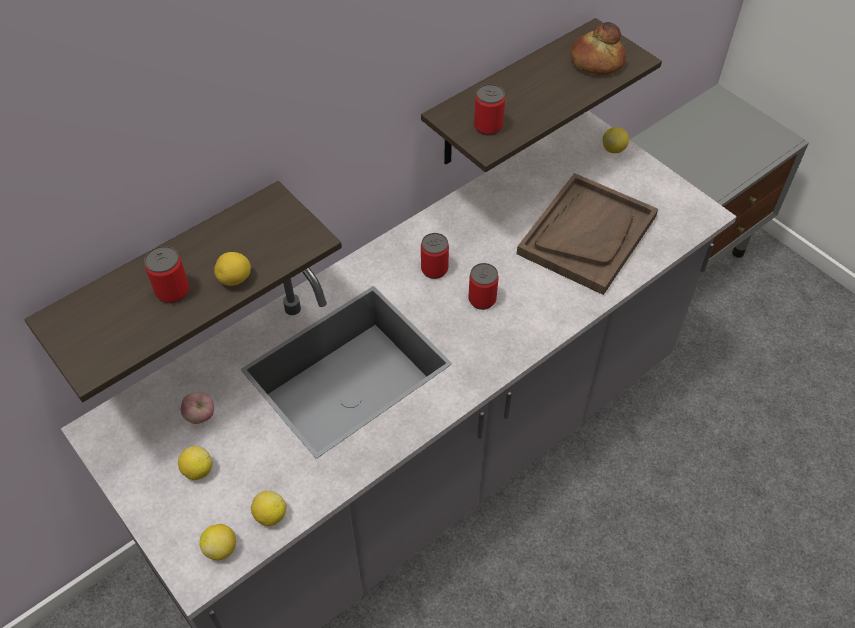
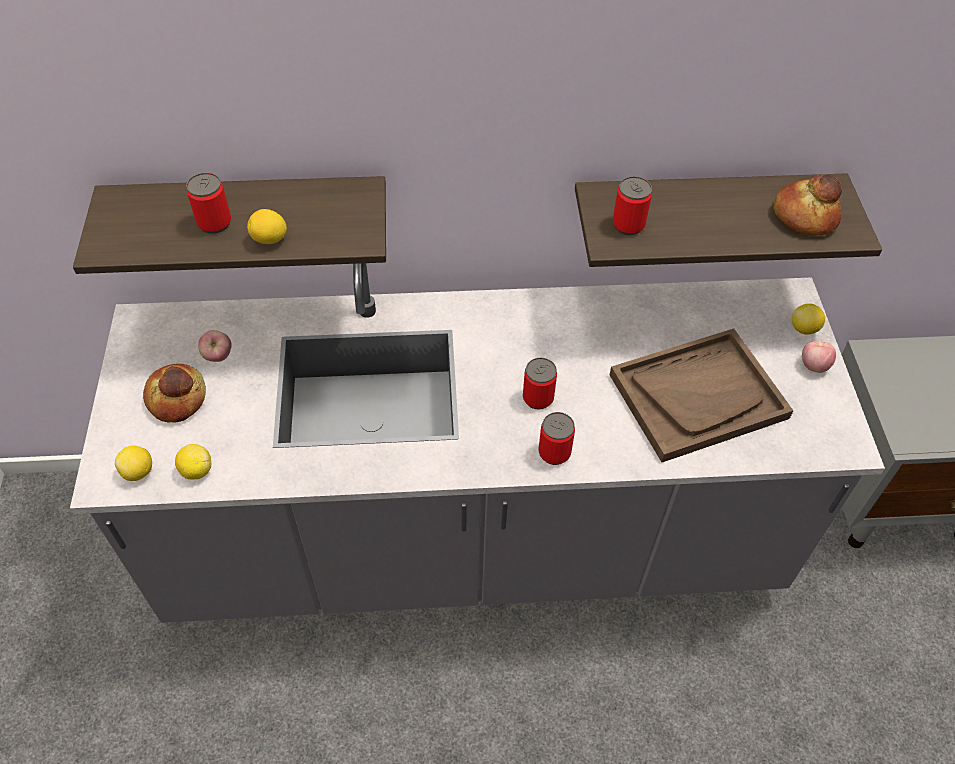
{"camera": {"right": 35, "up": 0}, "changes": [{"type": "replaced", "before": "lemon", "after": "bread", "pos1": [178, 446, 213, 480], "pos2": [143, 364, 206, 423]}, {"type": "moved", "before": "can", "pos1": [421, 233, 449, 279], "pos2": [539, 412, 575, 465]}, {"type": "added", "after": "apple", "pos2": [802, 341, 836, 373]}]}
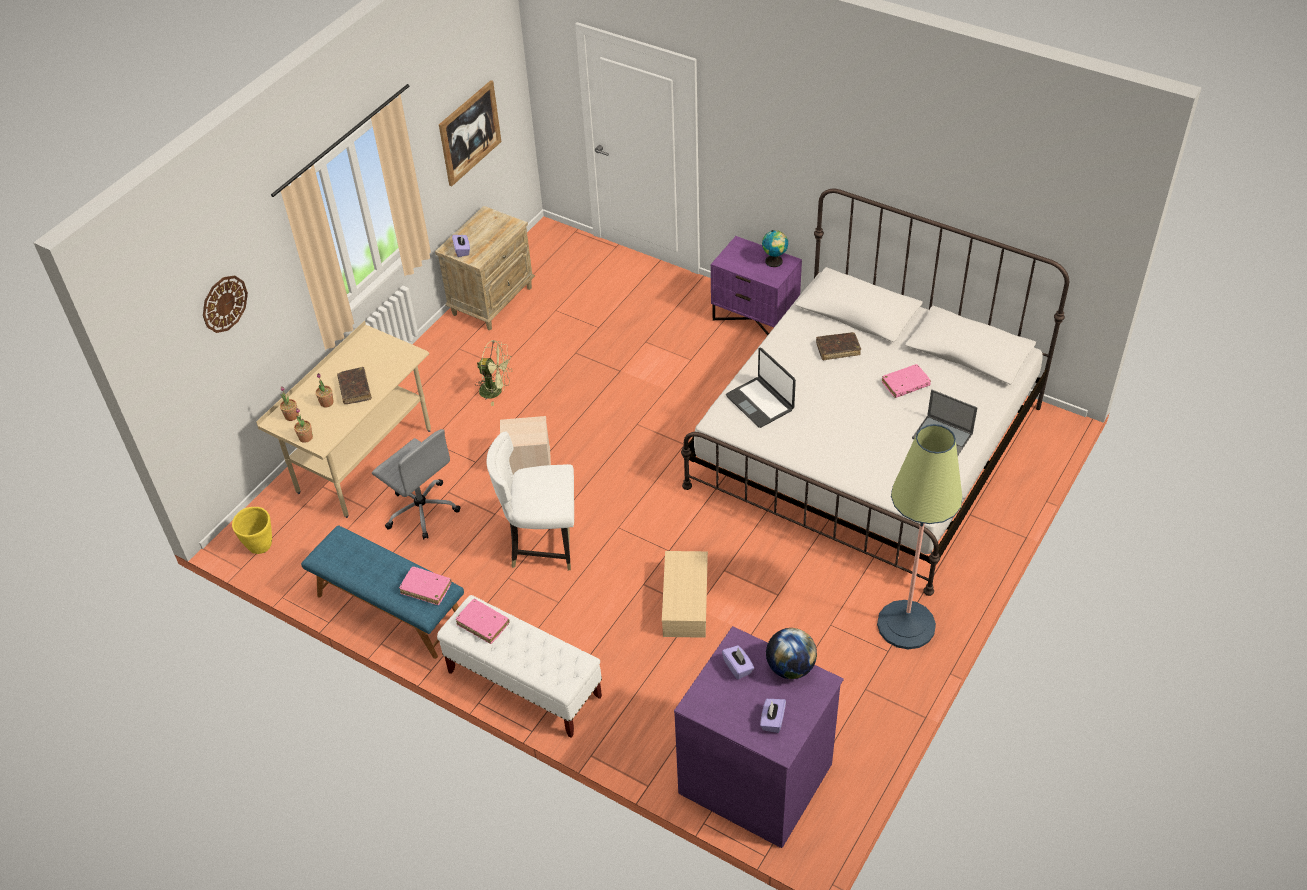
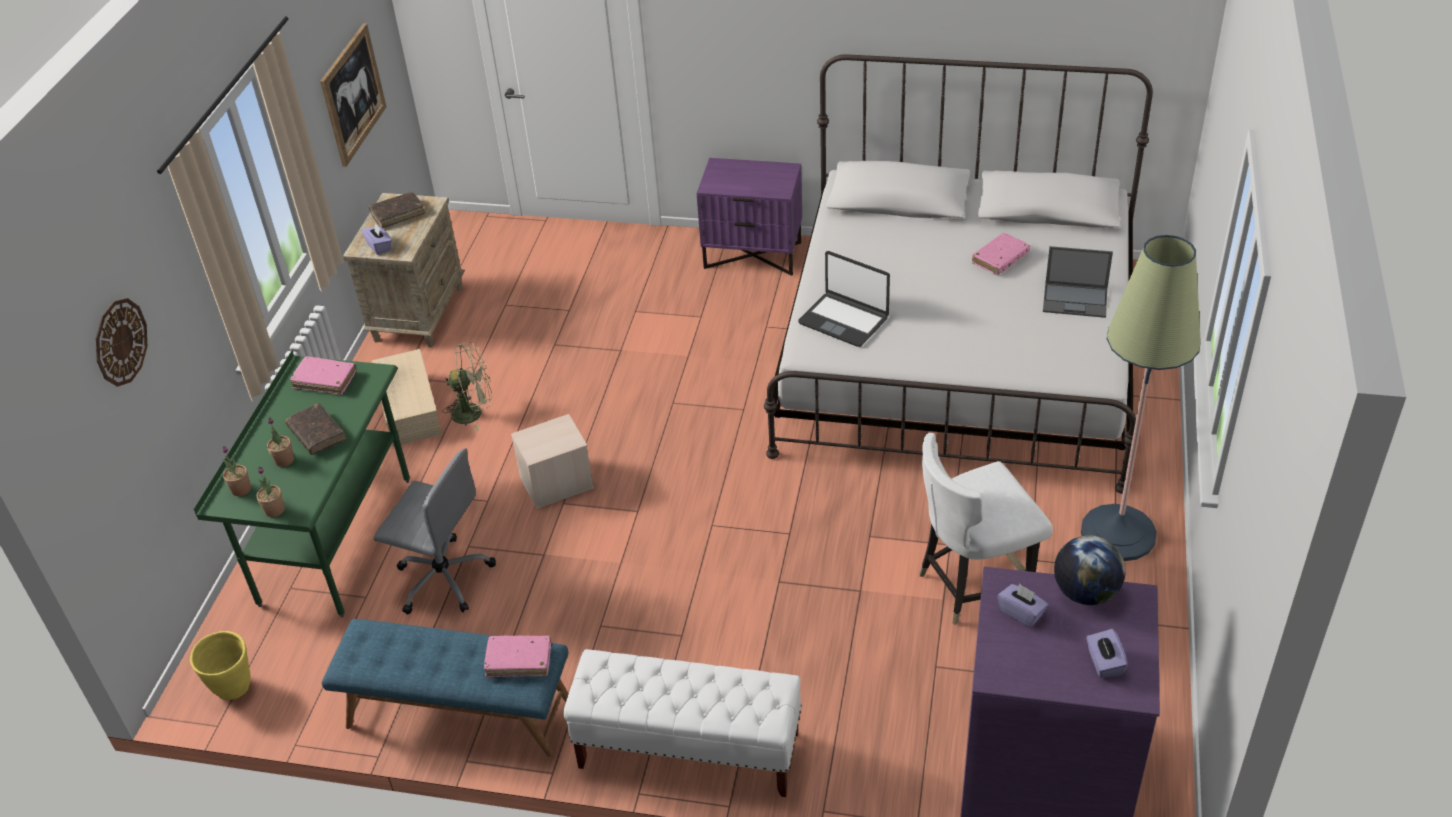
{"camera": {"right": -20, "up": -5}, "changes": [{"type": "recoloured", "before": "desk (beige)", "after": "desk (green)", "pos1": [256, 321, 431, 518], "pos2": [194, 350, 410, 617]}, {"type": "moved", "before": "book (pink)", "pos1": [456, 599, 510, 644], "pos2": [290, 356, 356, 395]}, {"type": "moved", "before": "chair (white)", "pos1": [487, 431, 574, 570], "pos2": [919, 433, 1053, 625]}, {"type": "moved", "before": "storage box (beige)", "pos1": [662, 551, 708, 638], "pos2": [372, 349, 442, 447]}, {"type": "removed", "before": "globe", "pos1": [762, 230, 788, 267]}, {"type": "moved", "before": "book (brown)", "pos1": [816, 332, 861, 360], "pos2": [368, 192, 425, 228]}]}
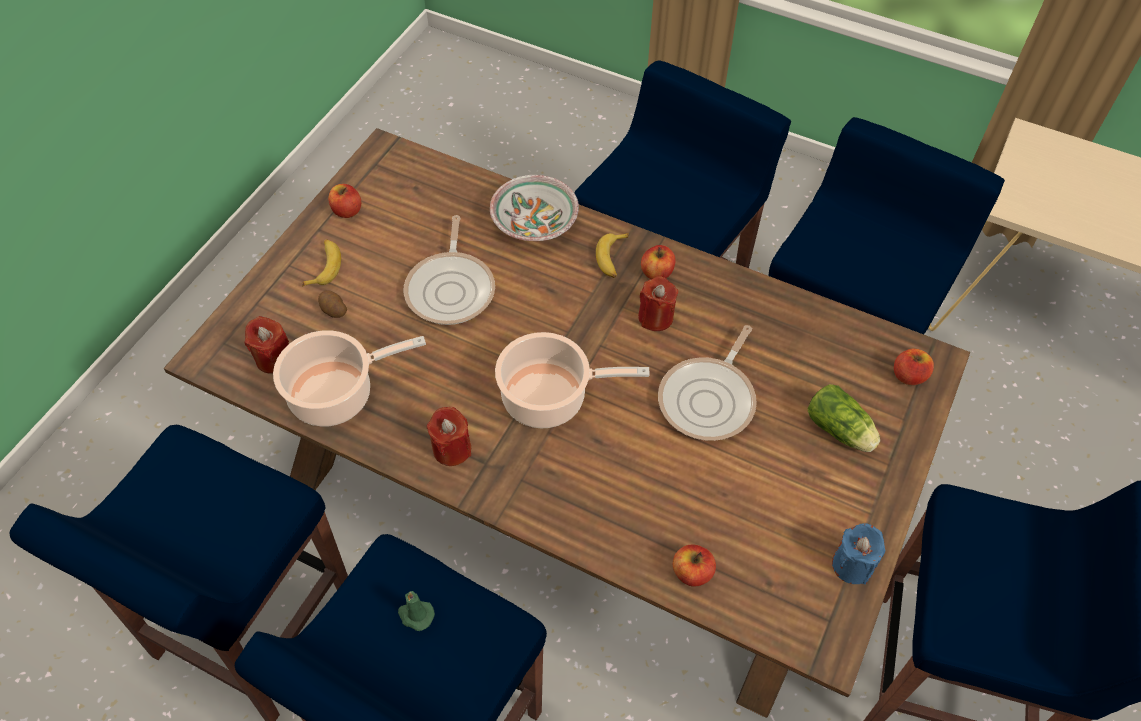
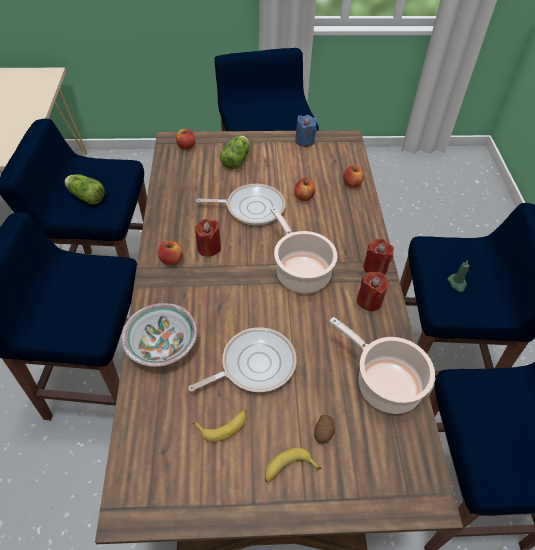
{"camera": {"right": -120, "up": -5}, "changes": [{"type": "moved", "before": "candle (red)", "pos1": [244, 316, 289, 374], "pos2": [363, 239, 394, 275]}, {"type": "moved", "before": "apple", "pos1": [328, 184, 361, 218], "pos2": [294, 178, 315, 201]}, {"type": "moved", "before": "banana", "pos1": [596, 233, 628, 278], "pos2": [193, 410, 247, 442]}, {"type": "added", "after": "lettuce", "pos2": [64, 174, 105, 204]}]}
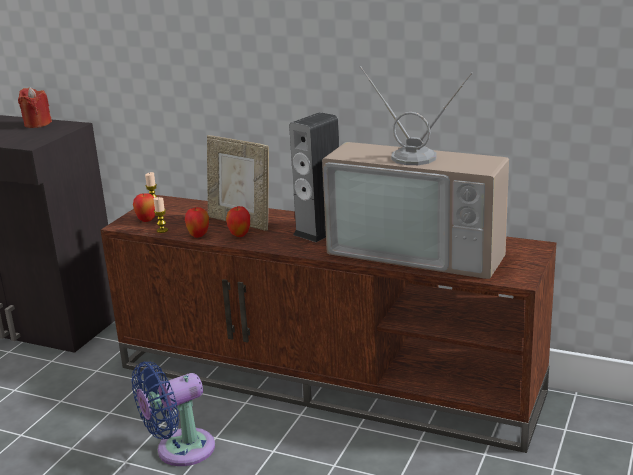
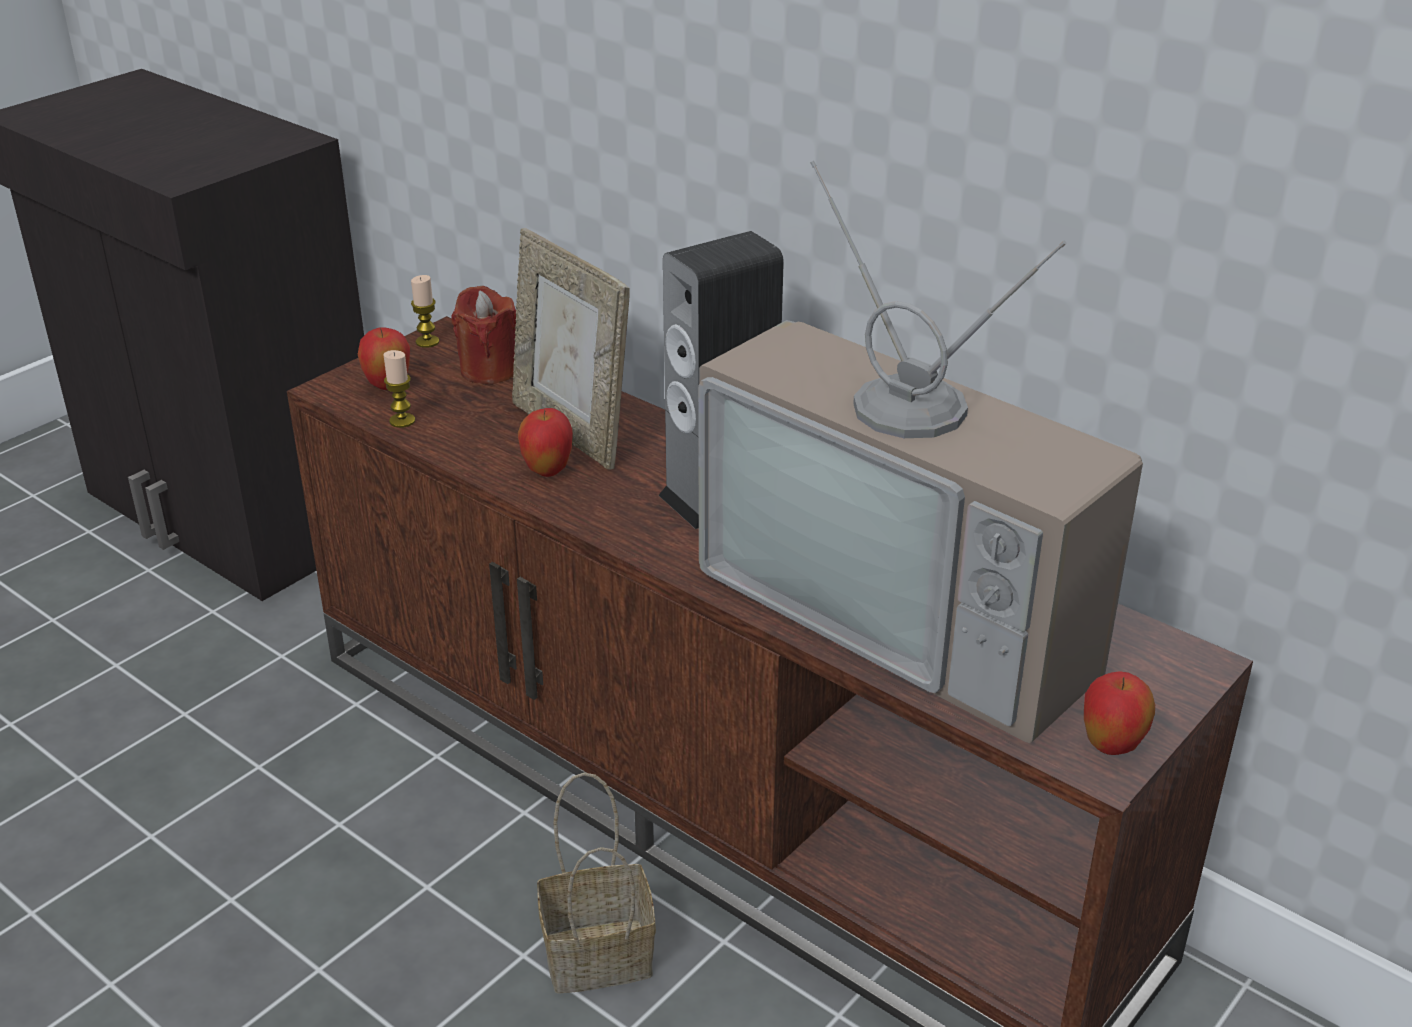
{"camera": {"right": 15, "up": 10}, "changes": [{"type": "moved", "before": "candle (red)", "pos1": [18, 87, 52, 128], "pos2": [451, 286, 516, 384]}, {"type": "removed", "before": "fan (blue)", "pos1": [131, 362, 215, 466]}, {"type": "moved", "before": "apple", "pos1": [185, 207, 209, 238], "pos2": [1084, 671, 1155, 755]}, {"type": "added", "after": "basket", "pos2": [537, 773, 656, 994]}]}
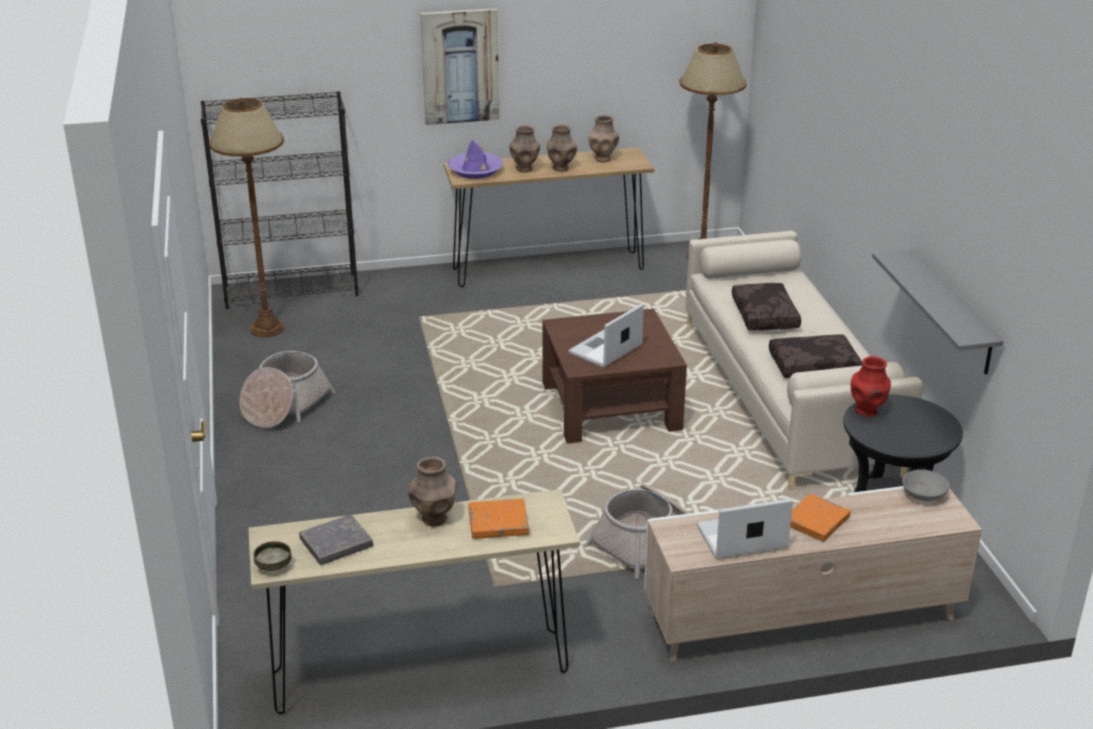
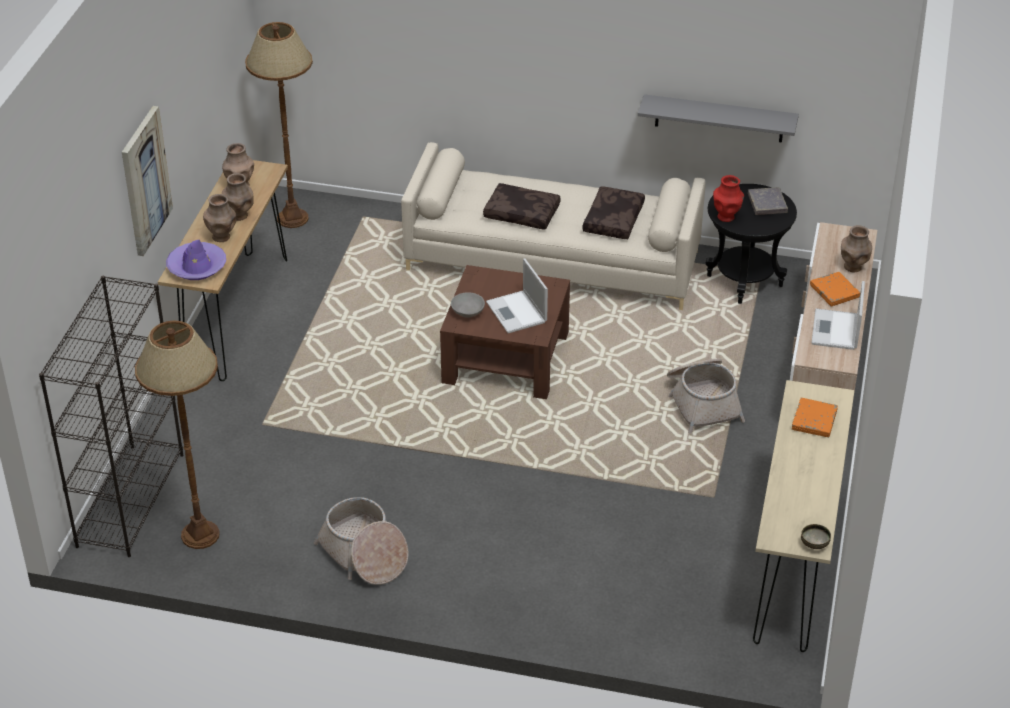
{"camera": {"right": -65, "up": 10}, "changes": [{"type": "moved", "before": "book (grey)", "pos1": [299, 514, 373, 565], "pos2": [748, 187, 788, 215]}, {"type": "moved", "before": "vase (brown)", "pos1": [408, 457, 456, 526], "pos2": [841, 225, 872, 272]}, {"type": "moved", "before": "bowl (grey)", "pos1": [902, 469, 950, 501], "pos2": [451, 292, 485, 318]}]}
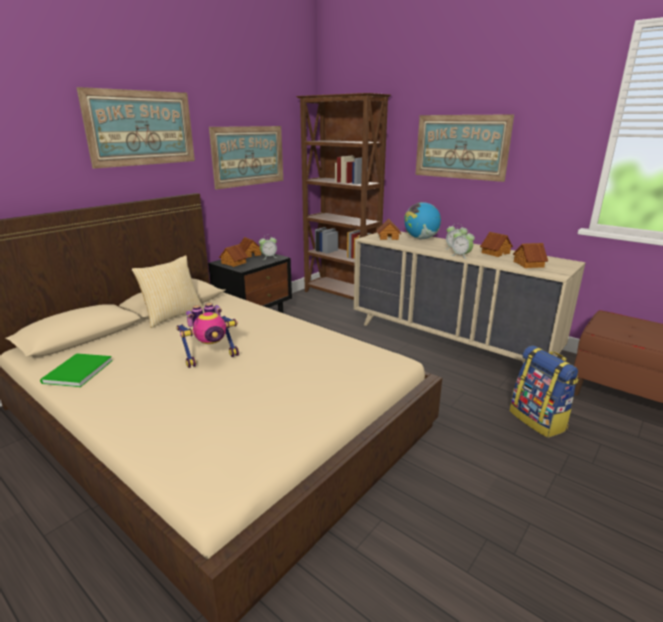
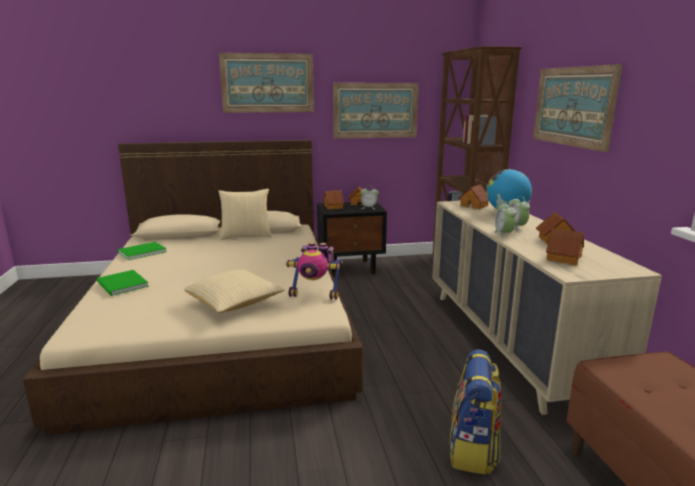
{"camera": {"right": 40, "up": -5}, "changes": [{"type": "moved", "before": "toy robot", "pos1": [176, 303, 239, 368], "pos2": [286, 242, 342, 300]}, {"type": "added", "after": "book (green)", "pos2": [97, 270, 149, 296]}, {"type": "added", "after": "pillow", "pos2": [184, 269, 285, 313]}]}
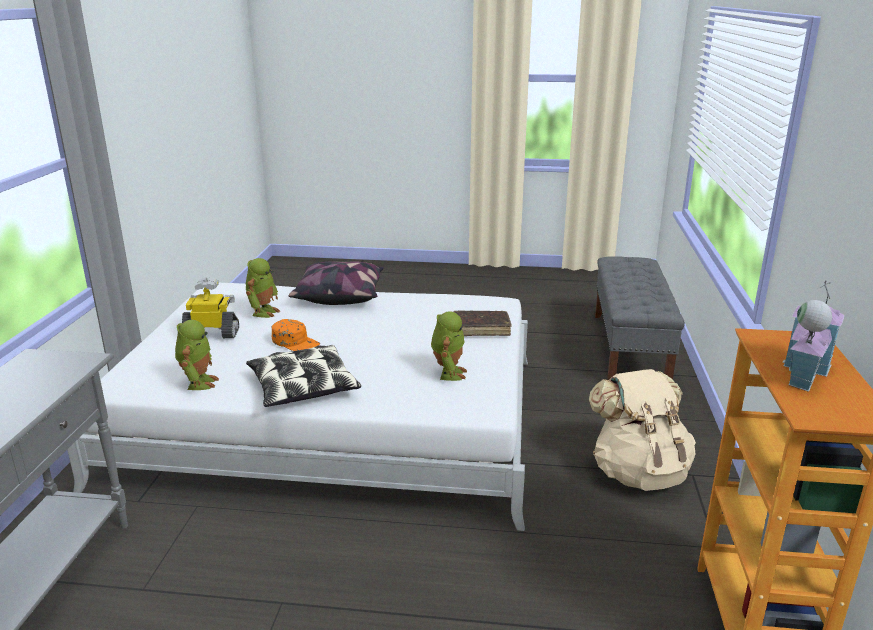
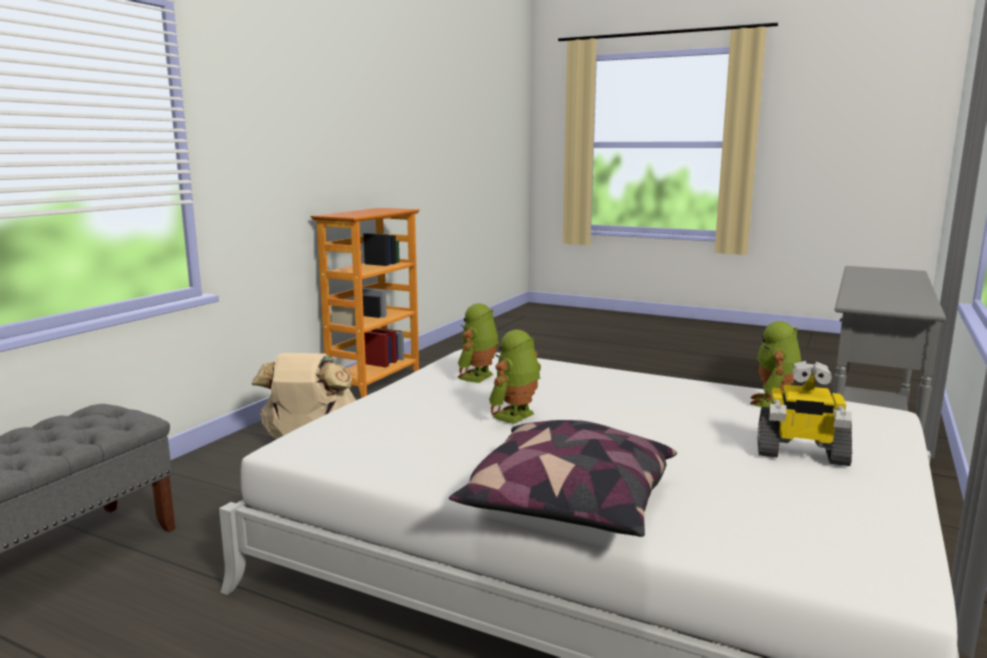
{"camera": {"right": -160, "up": -10}, "changes": [{"type": "moved", "before": "toy robot", "pos1": [246, 258, 280, 318], "pos2": [489, 330, 541, 424]}, {"type": "removed", "before": "pillow", "pos1": [246, 345, 361, 407]}, {"type": "removed", "before": "cap (orange)", "pos1": [272, 319, 320, 351]}, {"type": "removed", "before": "book (brown)", "pos1": [453, 311, 512, 336]}, {"type": "removed", "before": "toy house", "pos1": [783, 280, 844, 392]}]}
